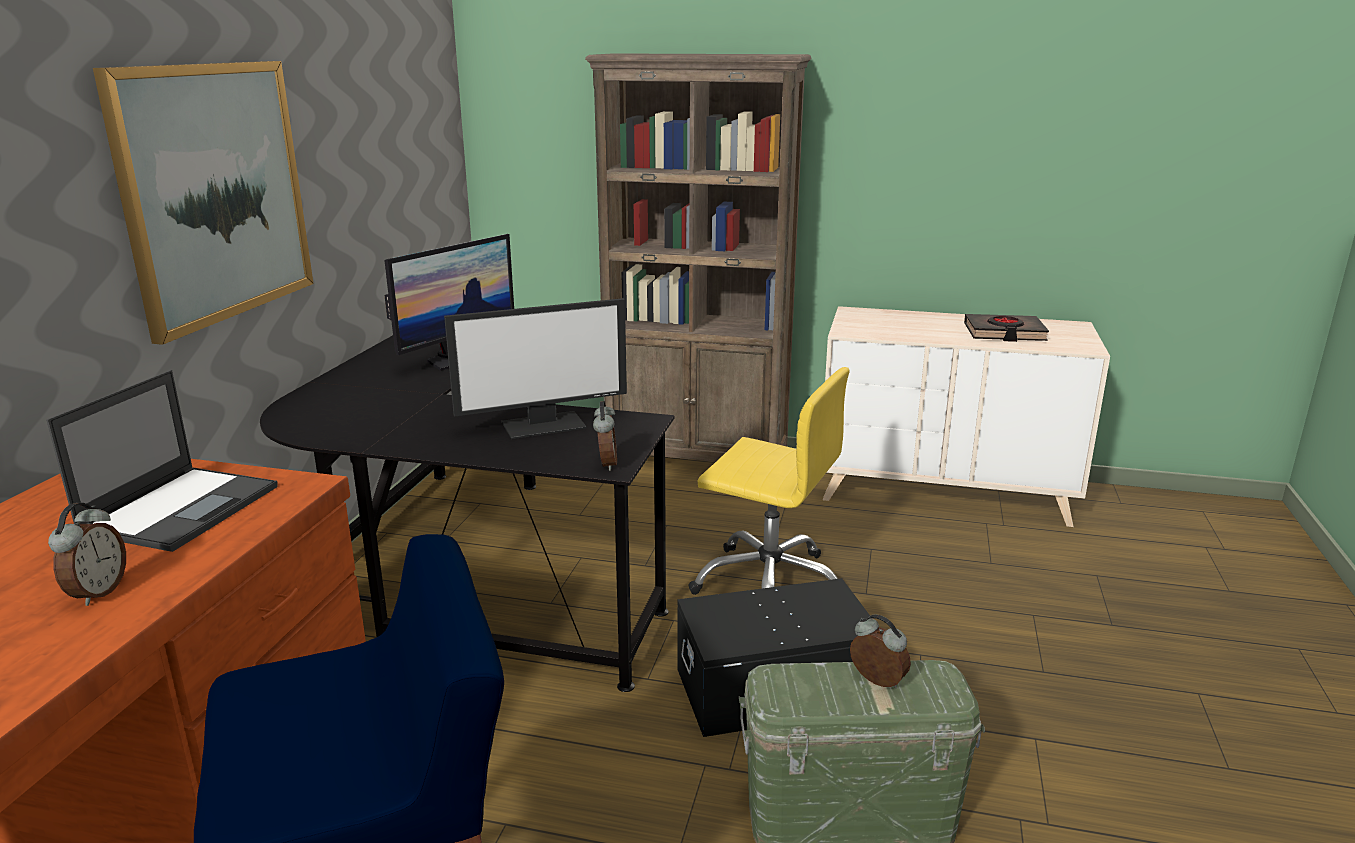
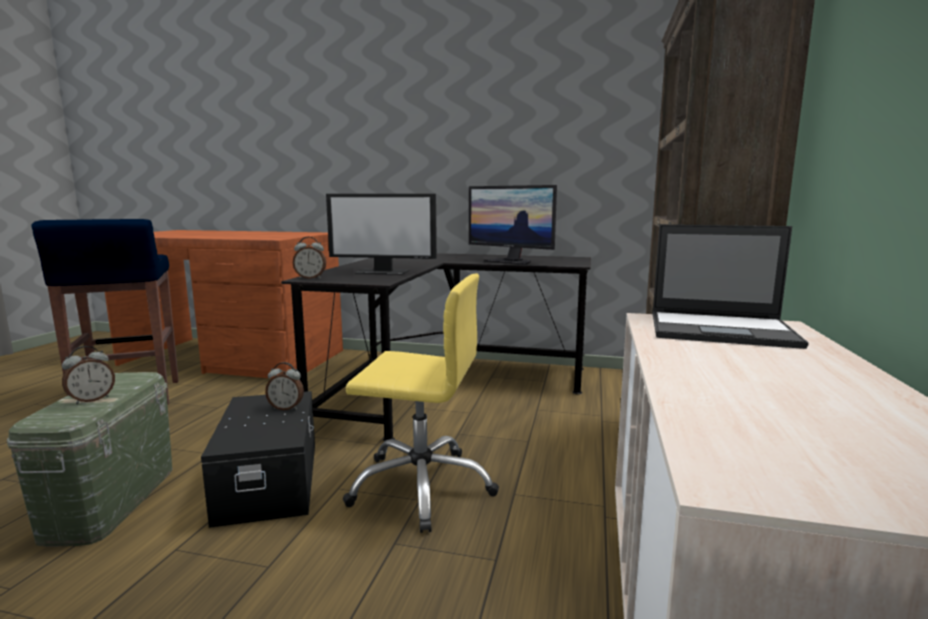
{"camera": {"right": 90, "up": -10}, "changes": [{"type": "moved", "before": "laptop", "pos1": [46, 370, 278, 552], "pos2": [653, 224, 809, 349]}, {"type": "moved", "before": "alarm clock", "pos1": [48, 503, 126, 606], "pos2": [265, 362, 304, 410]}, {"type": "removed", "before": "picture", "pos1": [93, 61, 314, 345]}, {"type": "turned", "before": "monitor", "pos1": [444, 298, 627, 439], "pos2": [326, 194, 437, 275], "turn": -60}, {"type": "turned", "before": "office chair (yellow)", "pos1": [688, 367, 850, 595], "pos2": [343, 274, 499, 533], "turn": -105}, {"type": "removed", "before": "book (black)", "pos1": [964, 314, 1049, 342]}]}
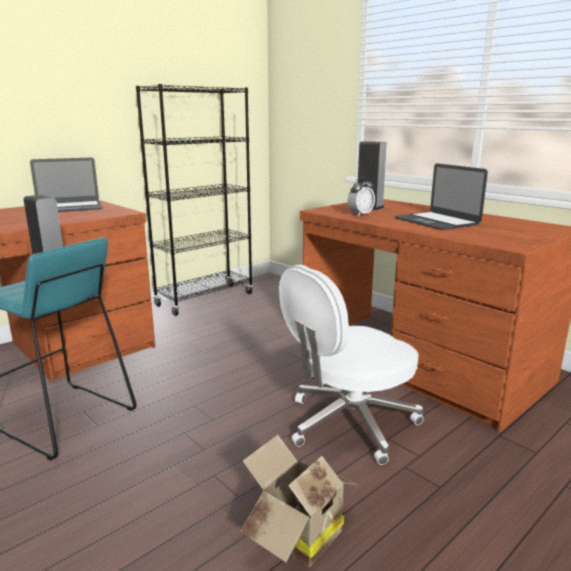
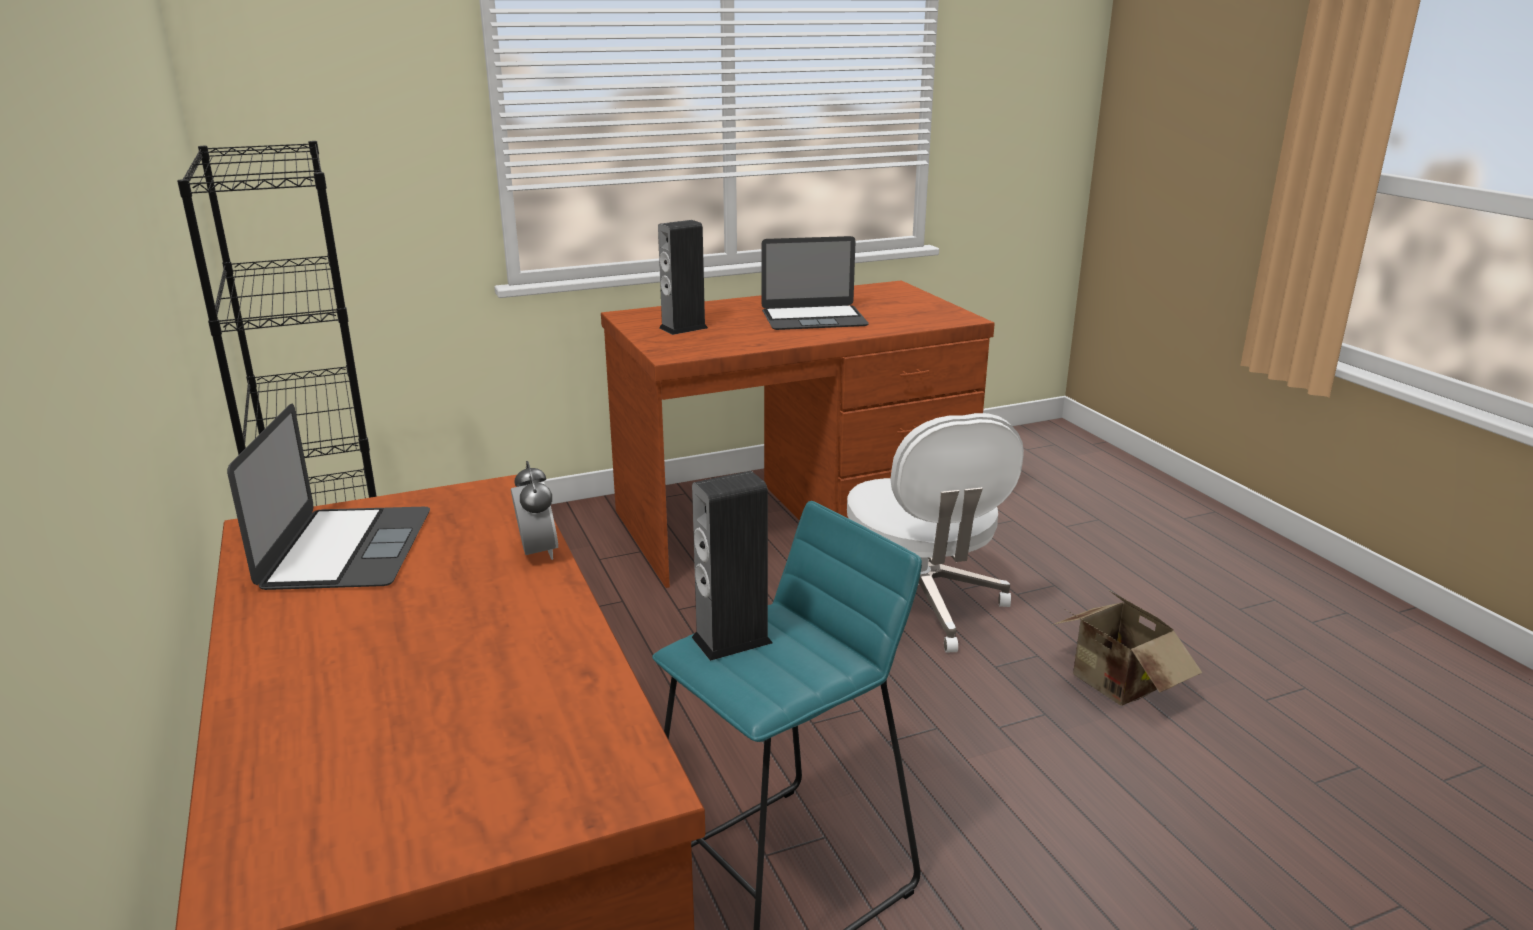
{"camera": {"right": -70, "up": 5}, "changes": [{"type": "moved", "before": "alarm clock", "pos1": [348, 177, 375, 217], "pos2": [511, 461, 558, 560]}]}
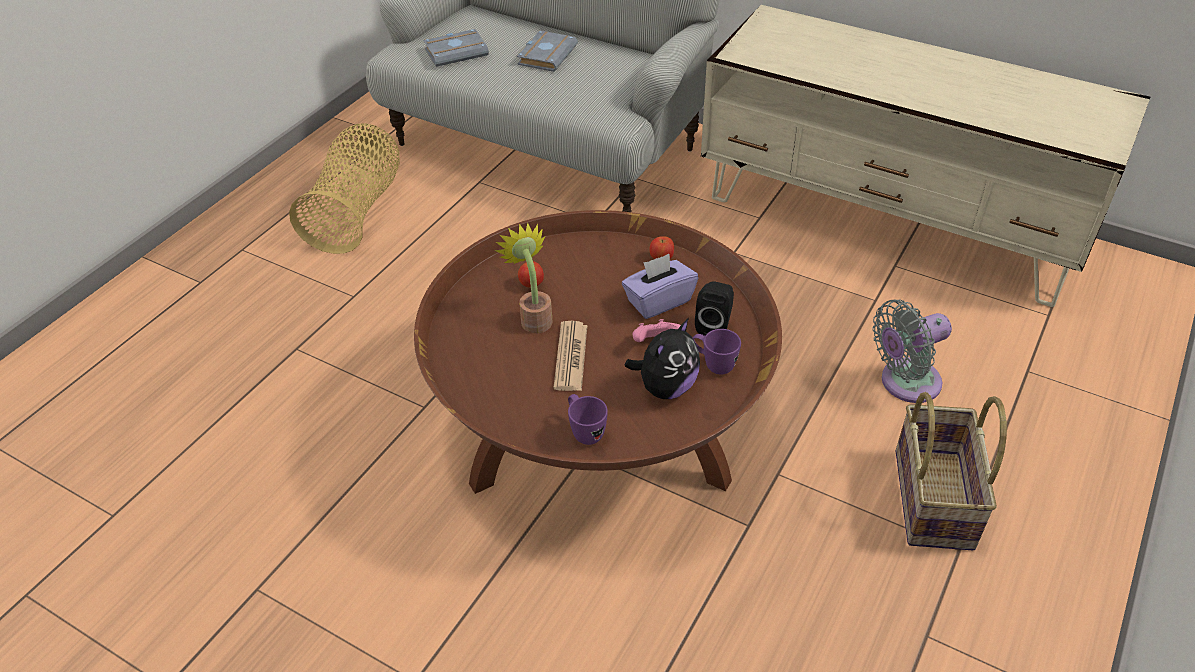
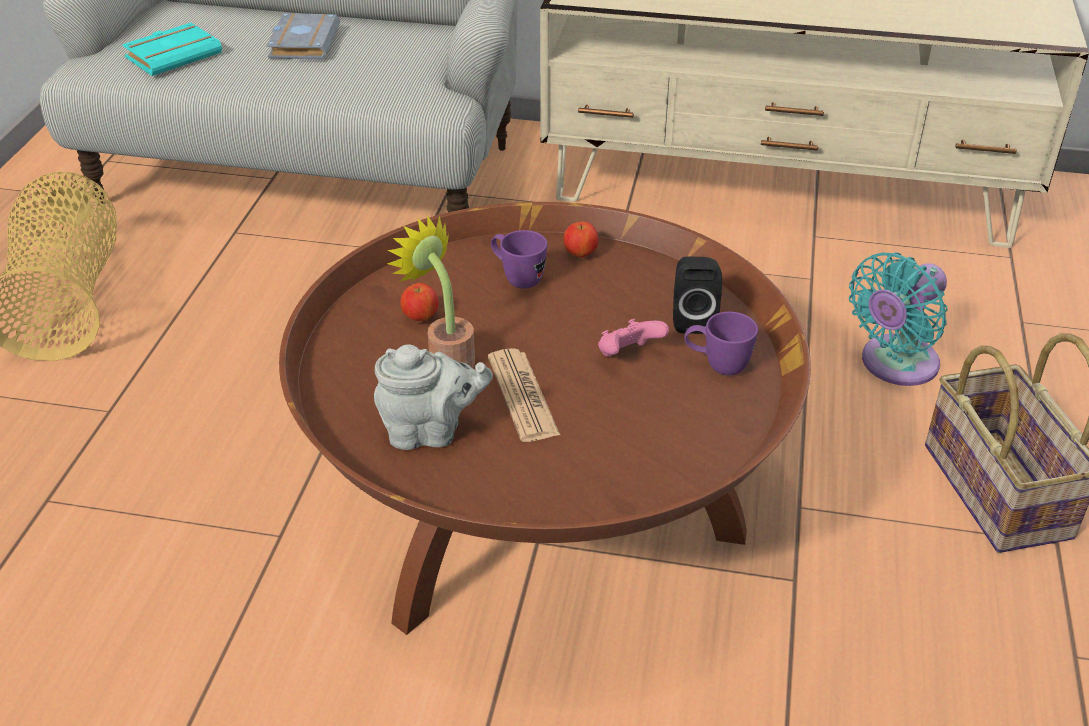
{"camera": {"right": -20, "up": -5}, "changes": [{"type": "recoloured", "before": "book (grey)", "after": "book (turquoise)", "pos1": [424, 29, 489, 67], "pos2": [122, 23, 222, 76]}, {"type": "moved", "before": "mug (purple)", "pos1": [568, 394, 608, 445], "pos2": [491, 230, 547, 289]}, {"type": "removed", "before": "tissue box (purple)", "pos1": [622, 254, 698, 319]}, {"type": "removed", "before": "plush toy", "pos1": [625, 318, 700, 399]}, {"type": "recoloured", "before": "fan (grey)", "after": "fan (turquoise)", "pos1": [872, 299, 952, 403], "pos2": [849, 252, 948, 386]}, {"type": "added", "after": "teapot (grey)", "pos2": [374, 344, 493, 450]}]}
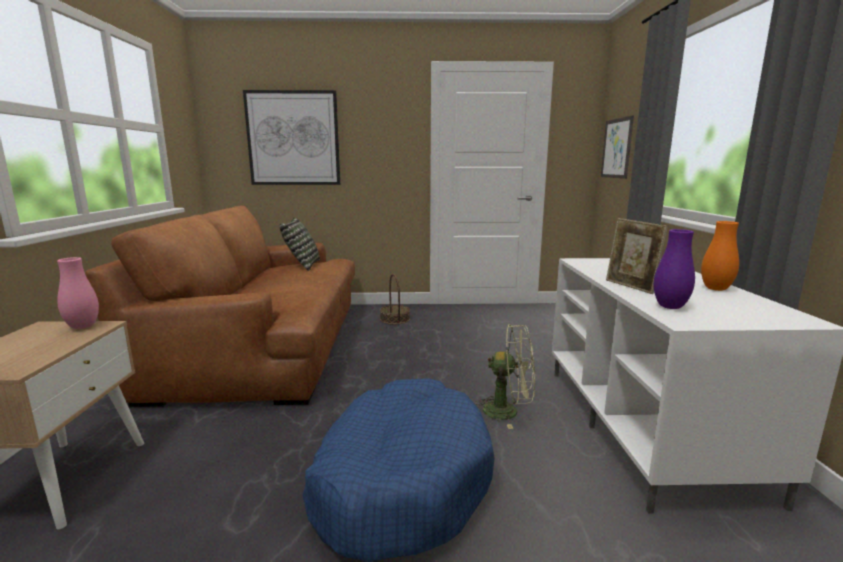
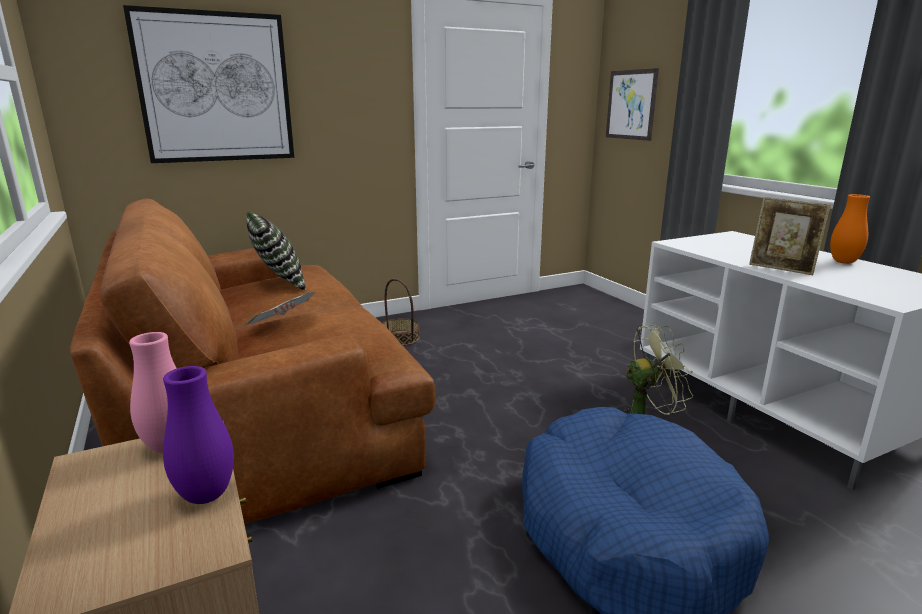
{"camera": {"right": -25, "up": 5}, "changes": [{"type": "moved", "before": "vase (purple)", "pos1": [654, 229, 695, 309], "pos2": [163, 366, 234, 504]}, {"type": "added", "after": "newspaper", "pos2": [244, 292, 316, 326]}]}
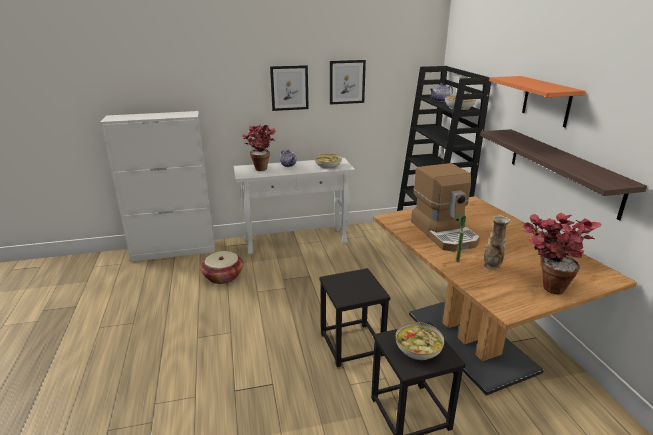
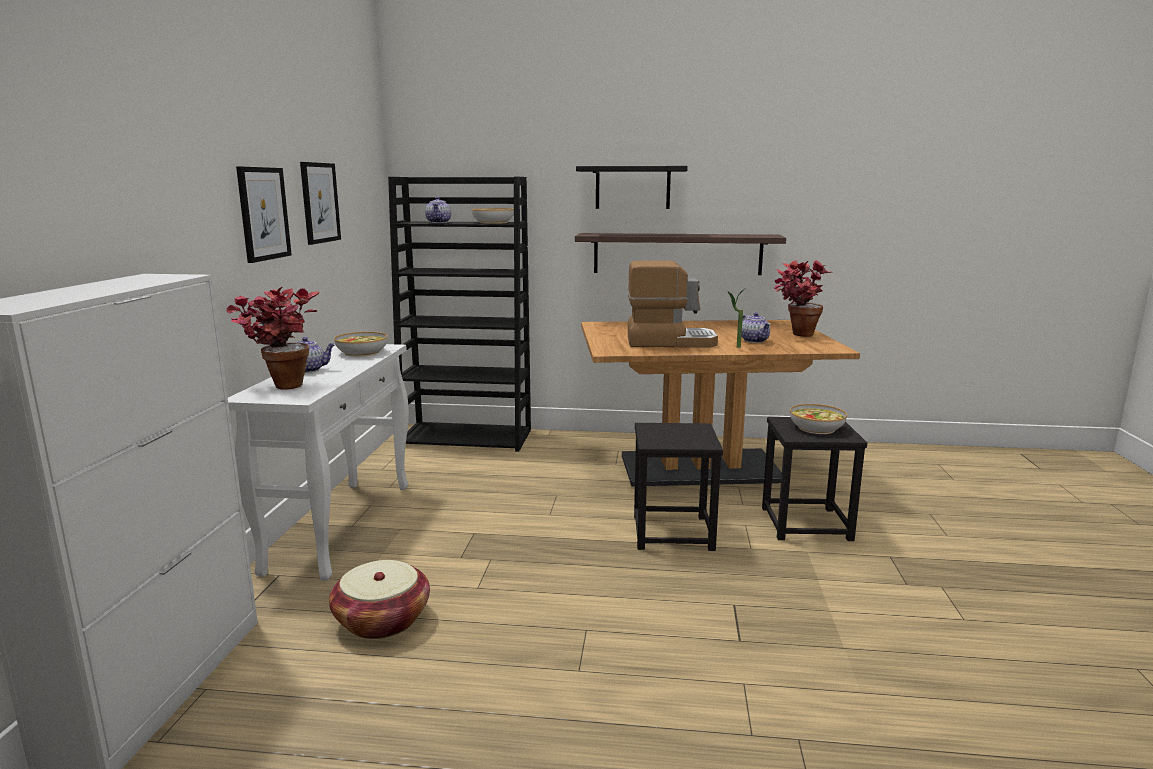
{"camera": {"right": -70, "up": -10}, "changes": [{"type": "replaced", "before": "vase", "after": "teapot", "pos1": [484, 215, 511, 271], "pos2": [742, 312, 771, 343]}, {"type": "recoloured", "before": "shelf (orange)", "after": "shelf (black)", "pos1": [489, 76, 585, 127], "pos2": [576, 166, 688, 209]}]}
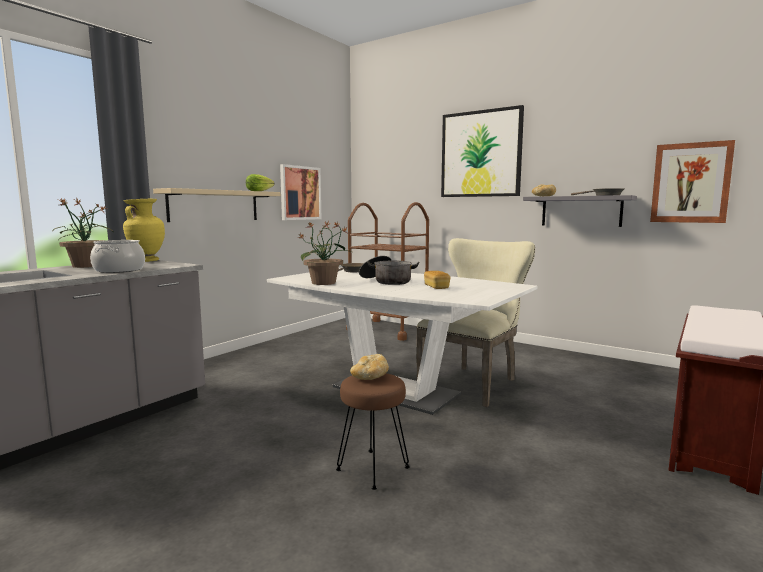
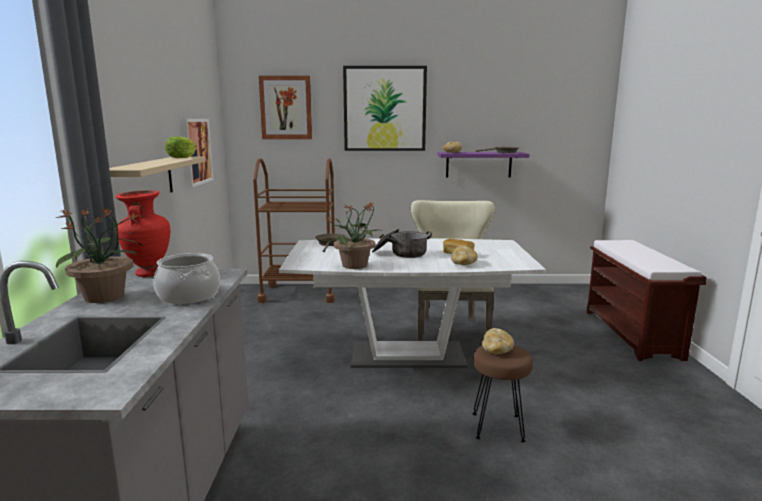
{"camera": {"right": -35, "up": 5}, "changes": [{"type": "recoloured", "before": "vase (yellow)", "after": "vase (red)", "pos1": [123, 199, 165, 262], "pos2": [115, 190, 170, 277]}, {"type": "recoloured", "before": "shelf (grey)", "after": "shelf (purple)", "pos1": [523, 195, 637, 227], "pos2": [437, 152, 530, 177]}, {"type": "moved", "before": "picture", "pos1": [650, 140, 735, 223], "pos2": [259, 76, 312, 139]}, {"type": "added", "after": "bread", "pos2": [451, 246, 478, 265]}]}
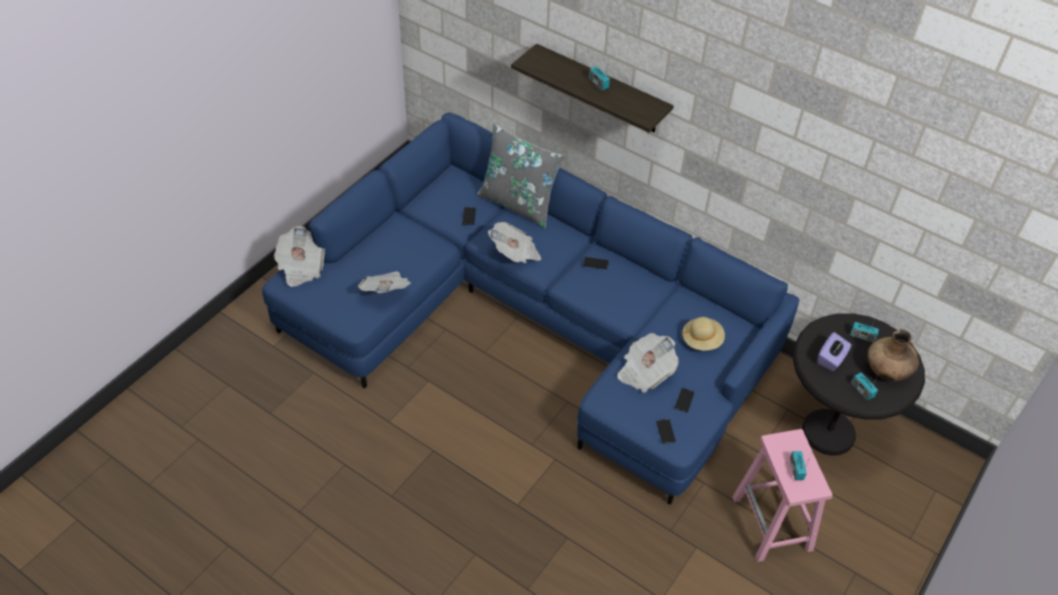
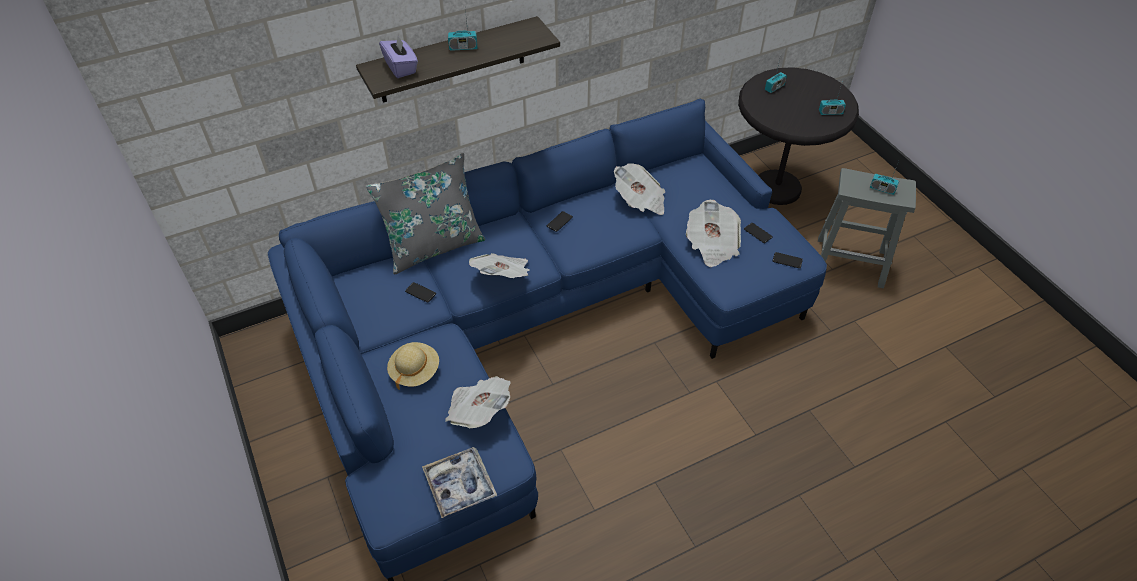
{"camera": {"right": -60, "up": 0}, "changes": [{"type": "moved", "before": "newspaper", "pos1": [274, 226, 325, 287], "pos2": [614, 163, 665, 215]}, {"type": "moved", "before": "hat (beige)", "pos1": [681, 317, 725, 350], "pos2": [387, 342, 439, 390]}, {"type": "recoloured", "before": "stool (pink)", "after": "stool (grey)", "pos1": [732, 429, 833, 562], "pos2": [818, 168, 916, 288]}, {"type": "moved", "before": "tissue box (purple)", "pos1": [818, 332, 851, 371], "pos2": [379, 35, 418, 78]}, {"type": "removed", "before": "vase (brown)", "pos1": [868, 329, 919, 381]}, {"type": "added", "after": "tray", "pos2": [422, 447, 497, 518]}]}
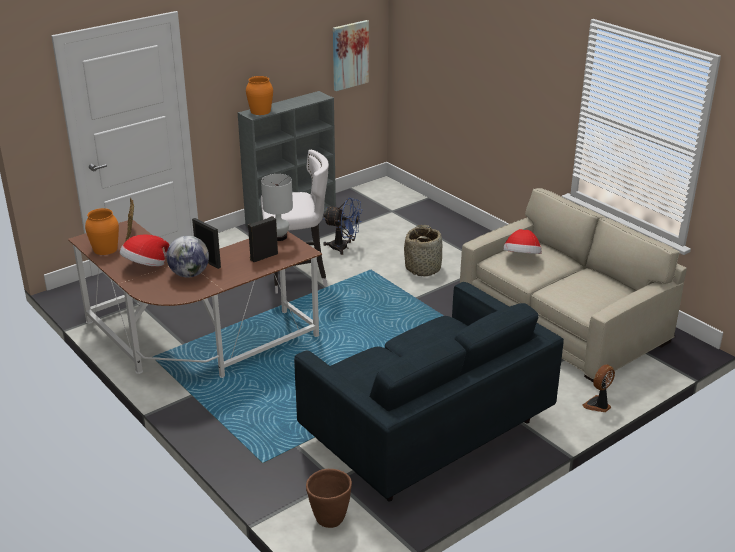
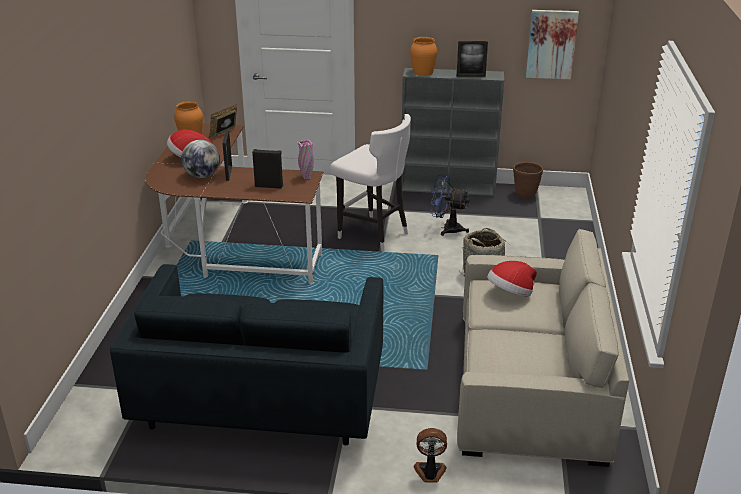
{"camera": {"right": 45, "up": 0}, "changes": [{"type": "replaced", "before": "table lamp (white)", "after": "vase (pink)", "pos1": [261, 174, 293, 241], "pos2": [298, 140, 314, 179]}, {"type": "moved", "before": "planter (brown)", "pos1": [306, 469, 352, 528], "pos2": [513, 162, 543, 199]}, {"type": "turned", "before": "fan (blue)", "pos1": [323, 198, 362, 255], "pos2": [430, 175, 470, 236], "turn": 135}, {"type": "added", "after": "picture frame", "pos2": [457, 41, 488, 77]}]}
